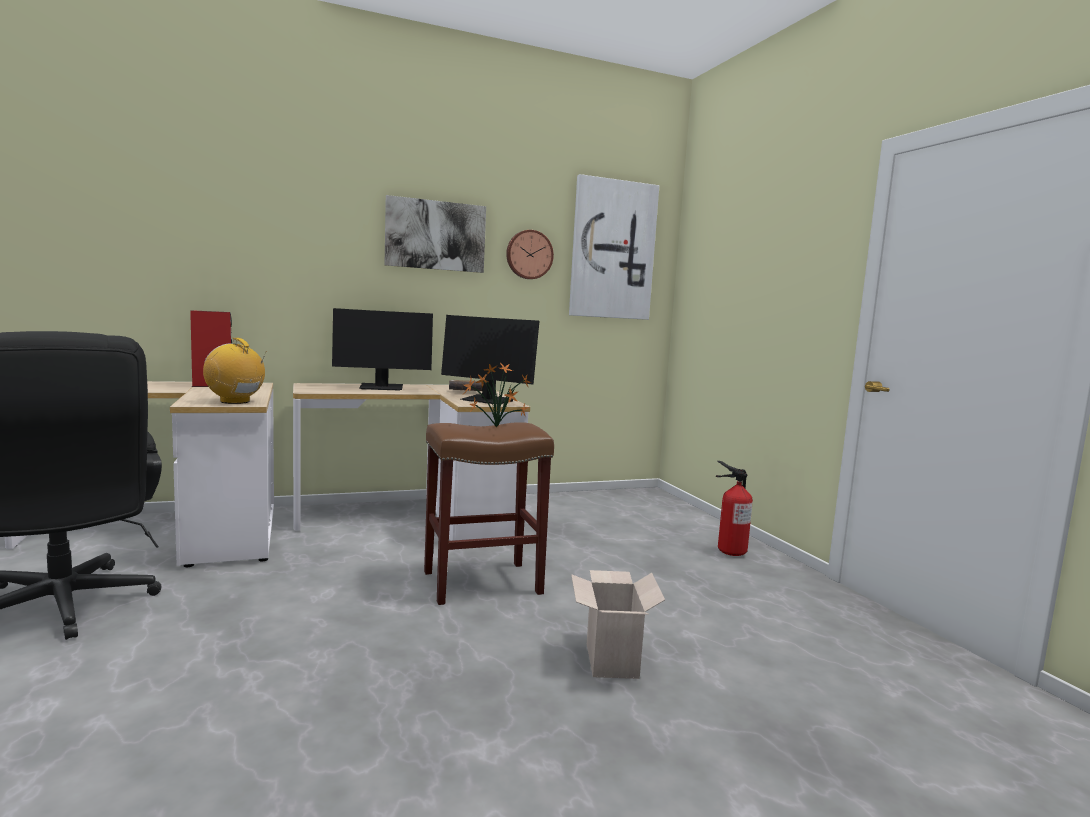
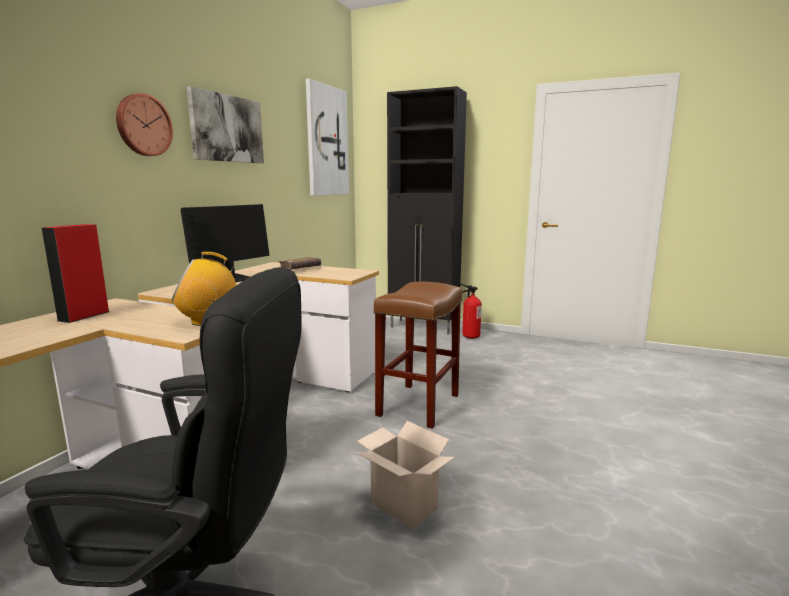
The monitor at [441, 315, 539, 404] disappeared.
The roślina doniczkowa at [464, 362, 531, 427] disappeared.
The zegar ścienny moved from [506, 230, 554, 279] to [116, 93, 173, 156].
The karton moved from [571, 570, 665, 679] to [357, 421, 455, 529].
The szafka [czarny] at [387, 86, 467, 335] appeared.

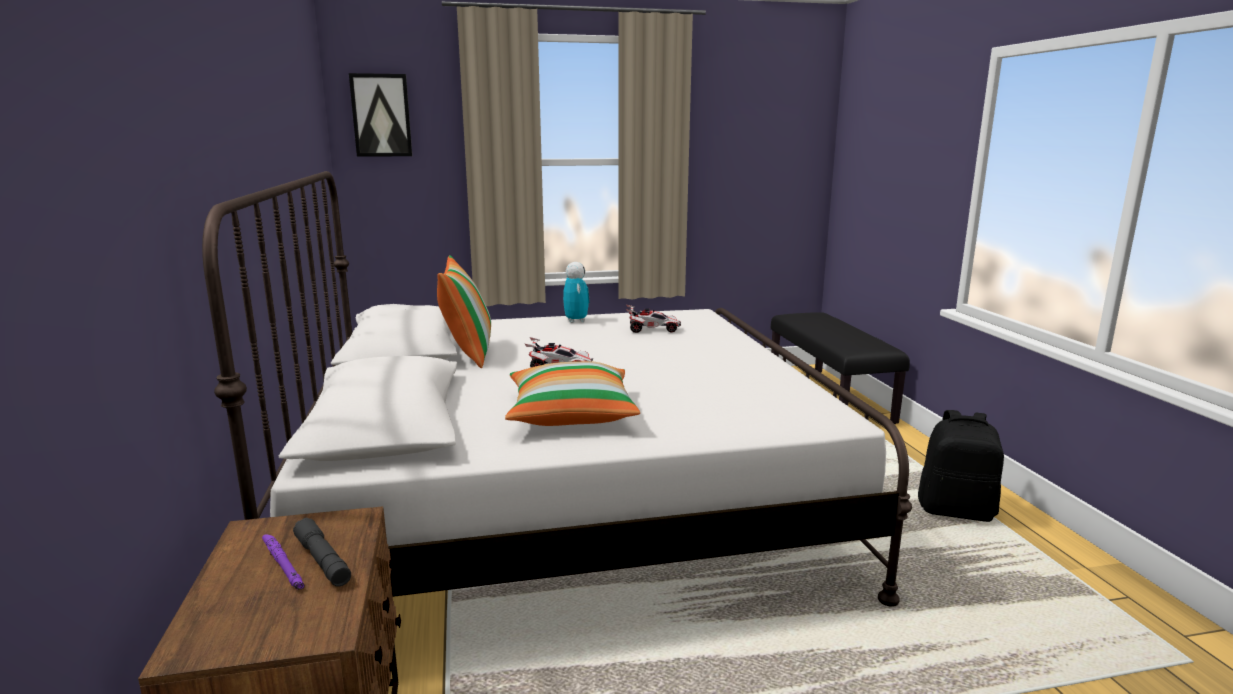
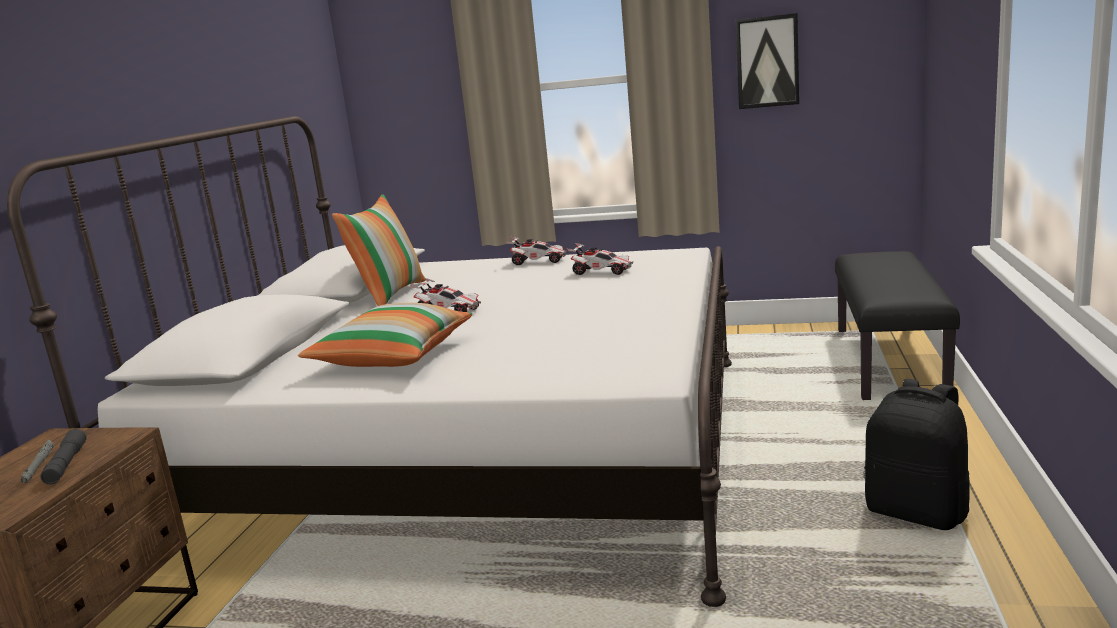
The latarka [fioletowy] at [262, 535, 305, 589] became the latarka [szary] at [21, 440, 54, 483].
The obraz moved from [349, 73, 412, 157] to [736, 13, 799, 109].
The robot zabawkowy at [563, 262, 590, 323] was replaced by the samochodzik at [506, 237, 567, 265].

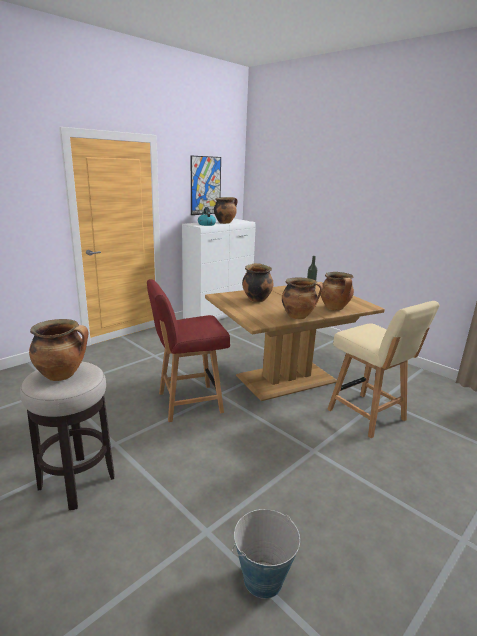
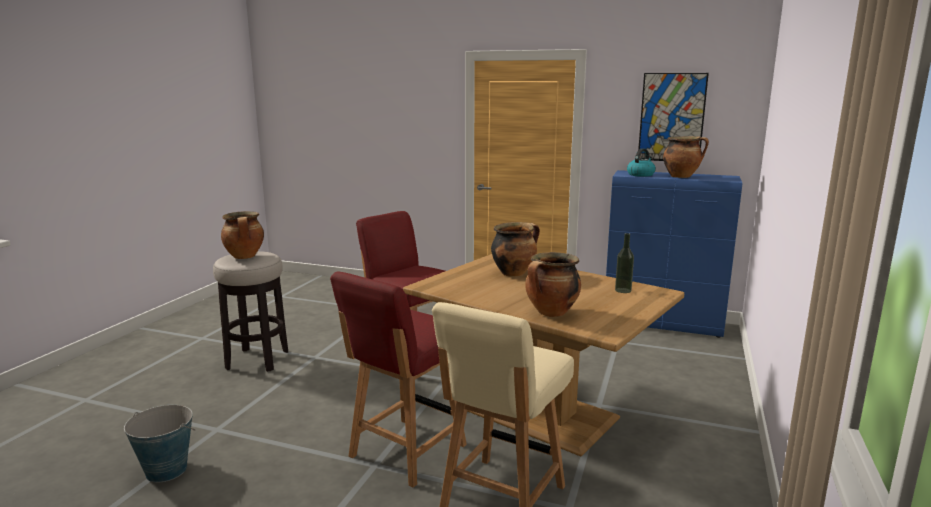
The szafka [biały] at [182, 219, 256, 320] became the szafka [niebieski] at [606, 170, 742, 338].
The garnek at [282, 278, 323, 319] disappeared.
The krzesło [czerwony] at [330, 272, 467, 487] appeared.

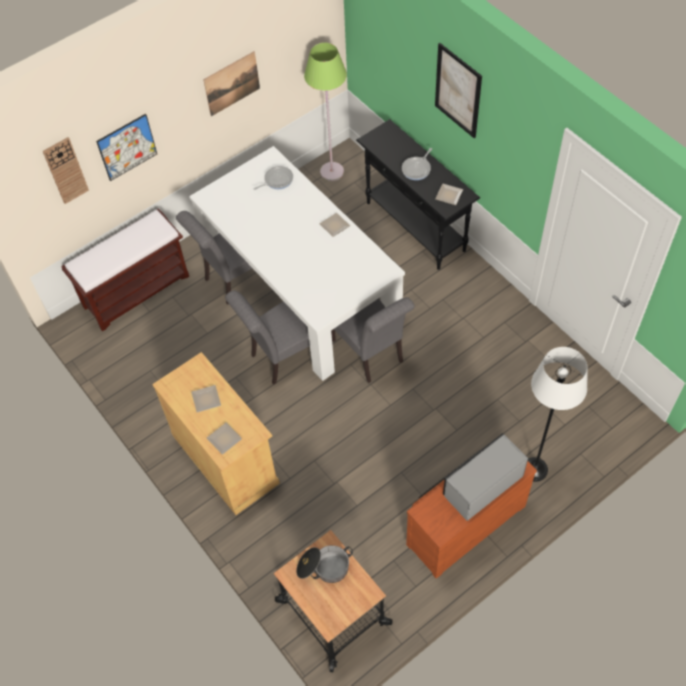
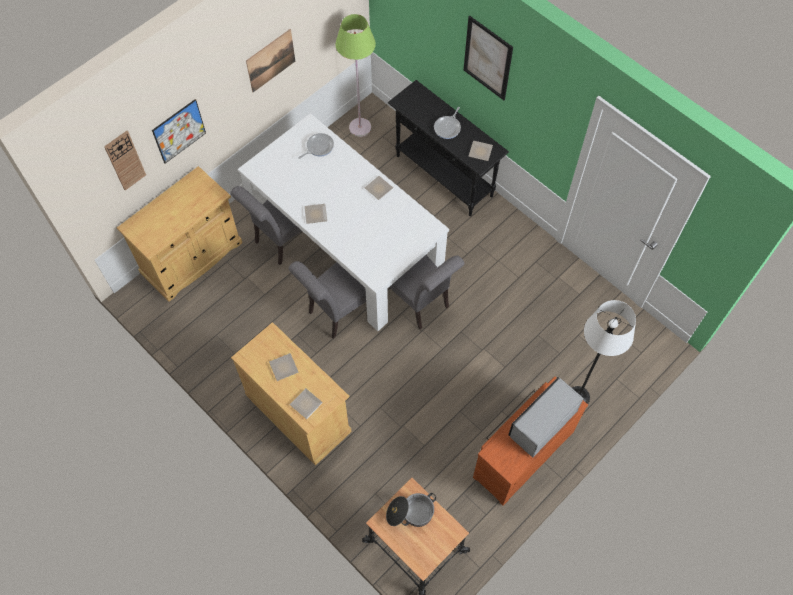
The ławka [brązowy] at [61, 208, 189, 331] was replaced by the szafka [beżowy] at [117, 166, 242, 302].
The talerz at [304, 204, 327, 224] appeared.

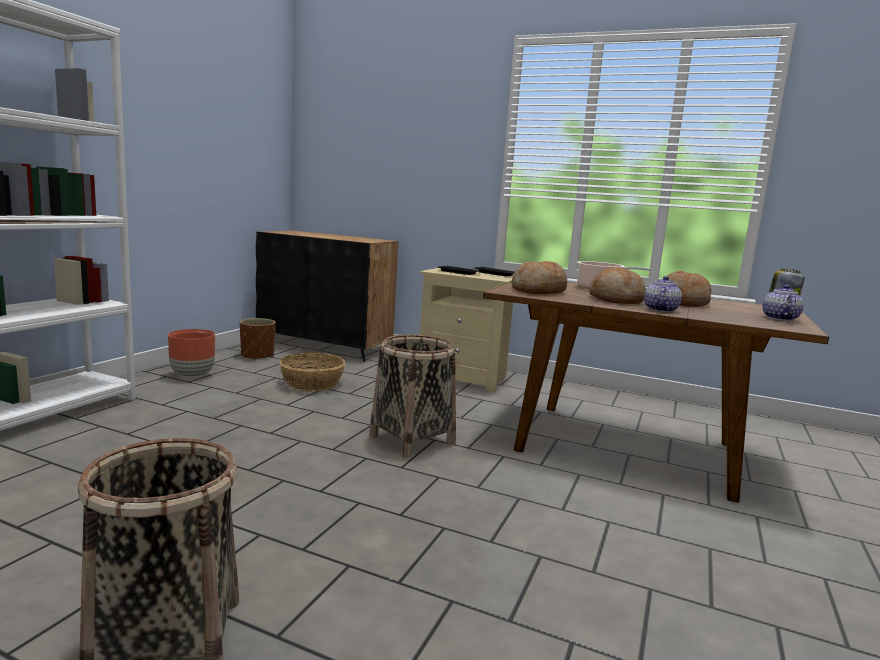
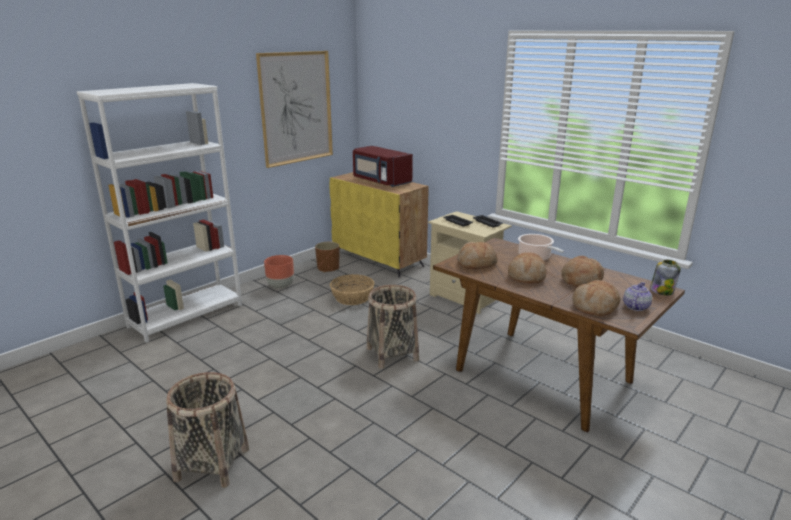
The szafka [czarny] at [256, 230, 398, 362] became the szafka [żółty] at [329, 172, 429, 278].
The imbryk at [644, 276, 682, 312] disappeared.
The obraz at [256, 51, 333, 168] appeared.
The mikrofalówka [czerwony] at [353, 146, 413, 187] appeared.
The chleb at [572, 280, 620, 316] appeared.

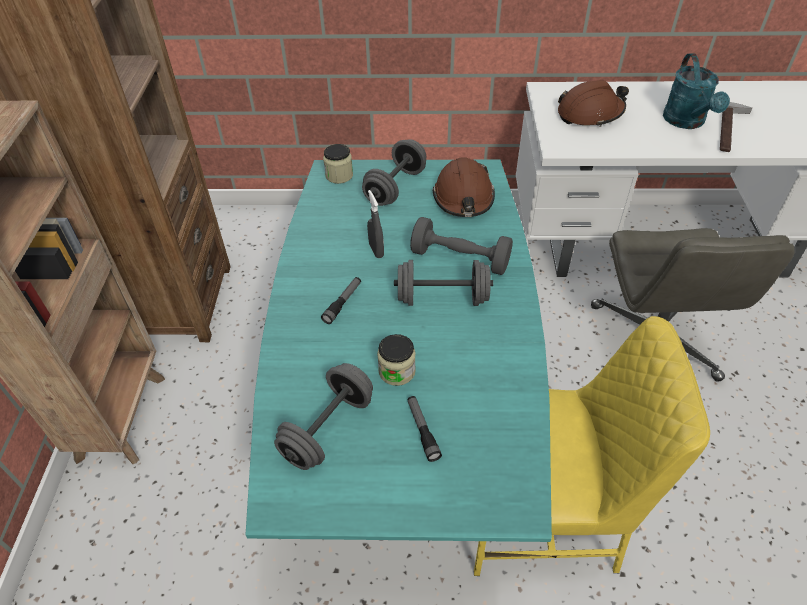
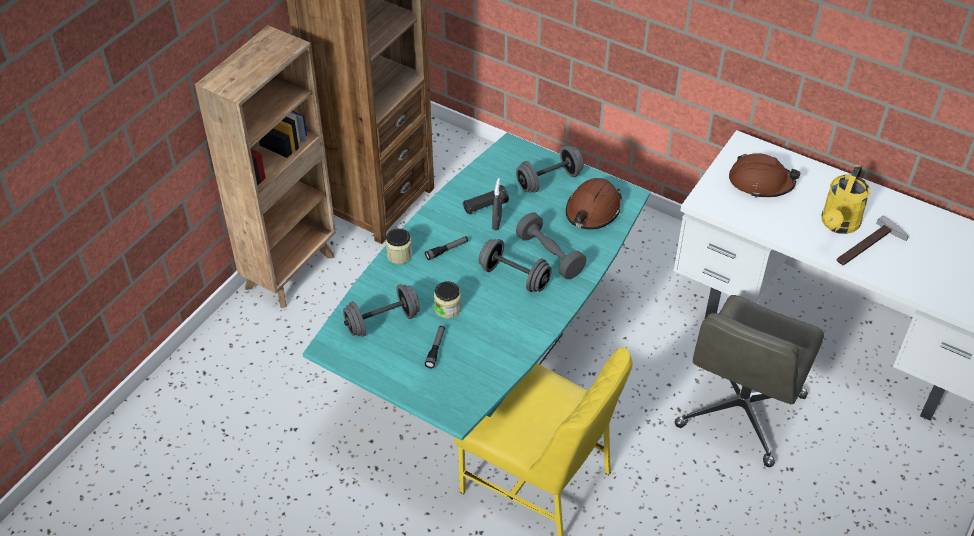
The słoik moved from [323, 144, 353, 184] to [386, 228, 412, 264].
The konewka [turkusowy] at [663, 53, 730, 129] became the konewka [żółty] at [821, 165, 870, 234].
The latarka [czarny] at [463, 185, 509, 214] appeared.

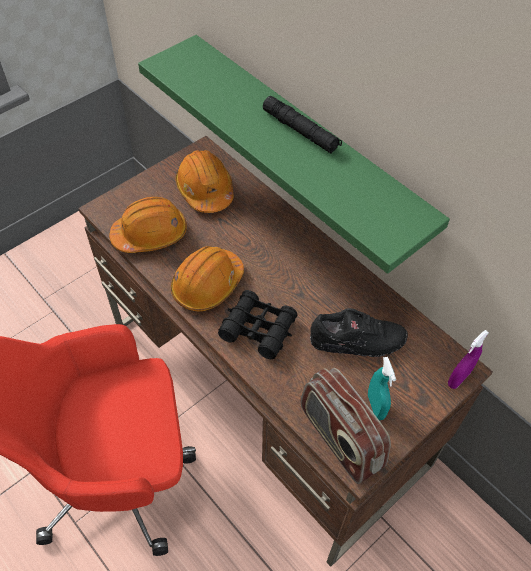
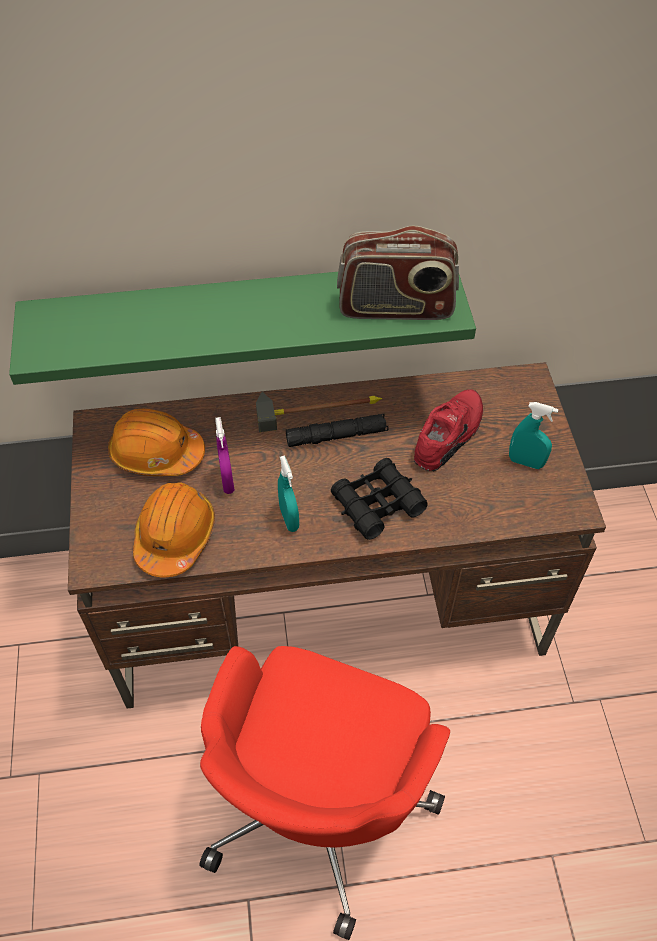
The kask [pomarańczowy] at [171, 246, 244, 311] was replaced by the spryskiwacz [turkusowy] at [278, 455, 299, 532].
The latarka [czarny] moved from [263, 96, 342, 153] to [286, 414, 388, 447].
The radio moved from [300, 368, 391, 484] to [337, 225, 459, 320].
The but [czarny] at [310, 308, 408, 357] became the but [czerwony] at [414, 389, 483, 471].
The spryskiwacz [fioletowy] moved from [448, 330, 489, 389] to [215, 417, 235, 494].
The młotek at [256, 392, 383, 432] appeared.

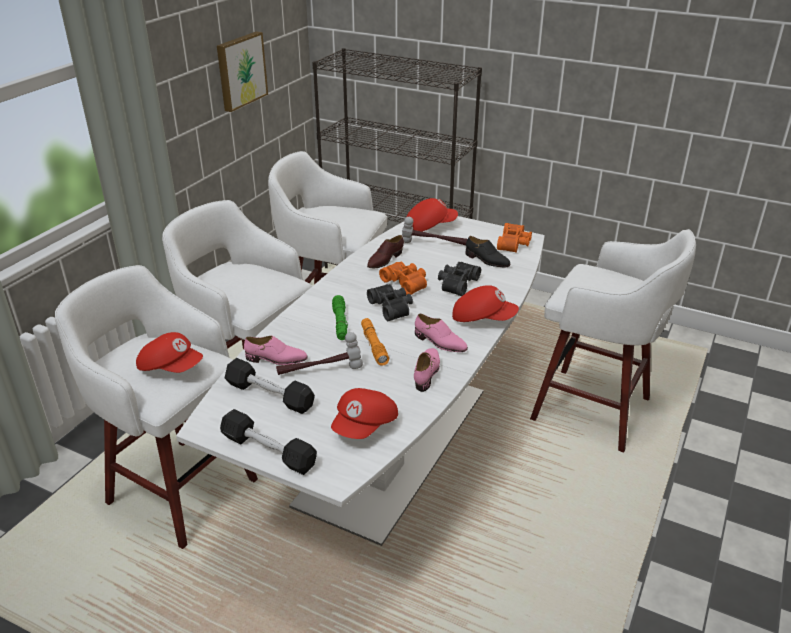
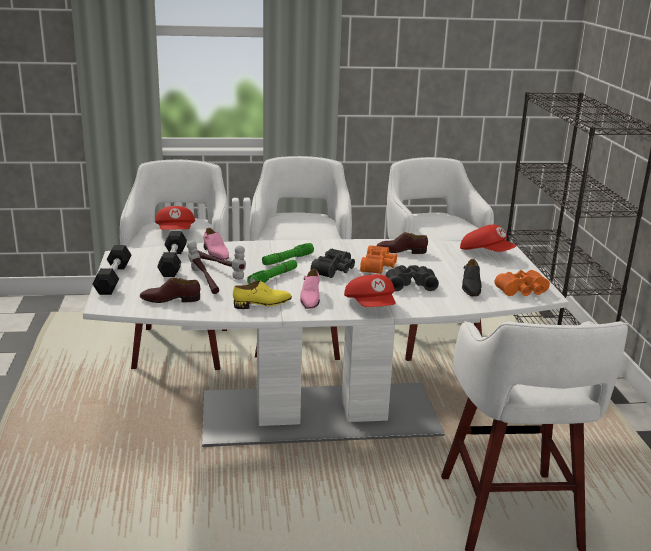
The obraz at [217, 31, 268, 112] disappeared.
The czapka z daszkiem [czerwony] at [331, 388, 398, 439] was replaced by the but [brązowy] at [140, 278, 201, 303].
The latarka [pomarańczowy] at [361, 318, 389, 366] became the latarka [zielony] at [247, 260, 297, 284].
The młotek moved from [402, 217, 467, 246] to [187, 240, 219, 294].
The but [różowy] at [414, 348, 440, 392] became the but [żółty] at [233, 280, 292, 309].

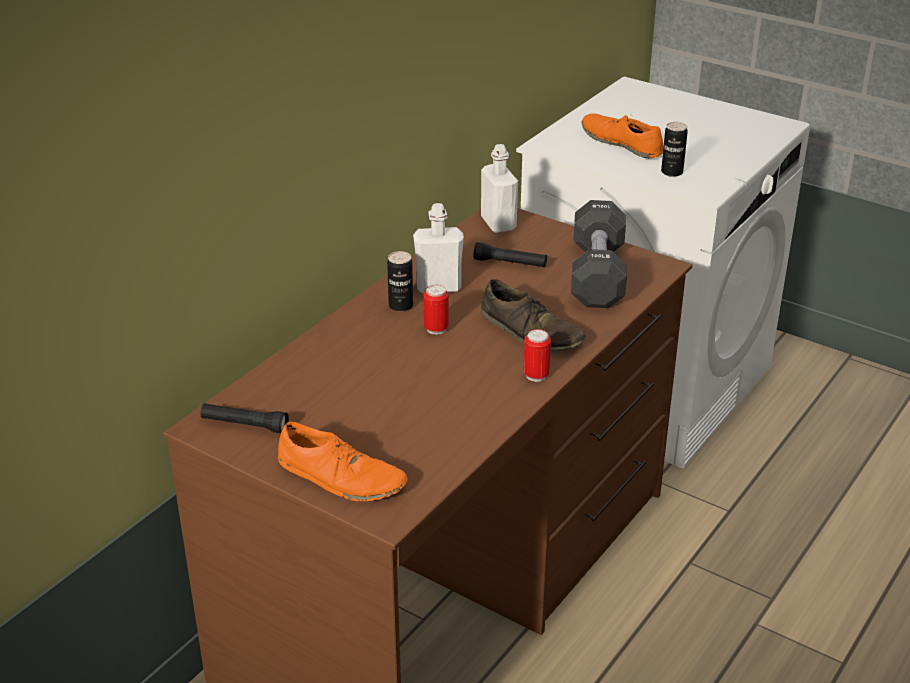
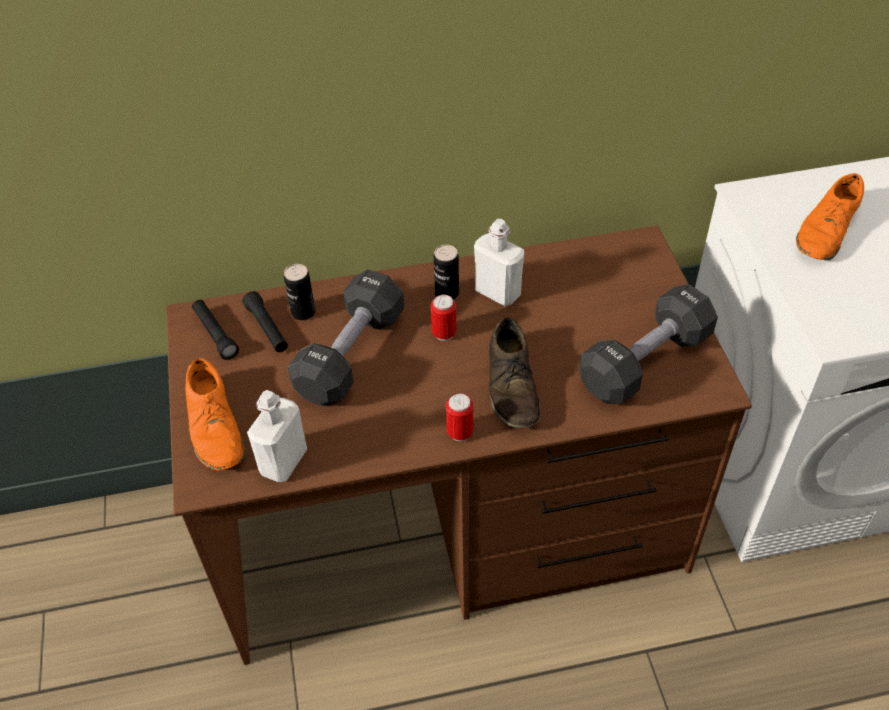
The latarka [czarny] moved from [473, 242, 547, 267] to [242, 291, 288, 352].
The butelka [biały] moved from [481, 144, 518, 233] to [247, 390, 307, 482].
The but [pomarańczowy] at [582, 114, 663, 158] turned 150 degrees counterclockwise.
The puszka moved from [661, 122, 688, 177] to [284, 264, 315, 320].
The hantel [czarny] at [288, 270, 404, 406] appeared.

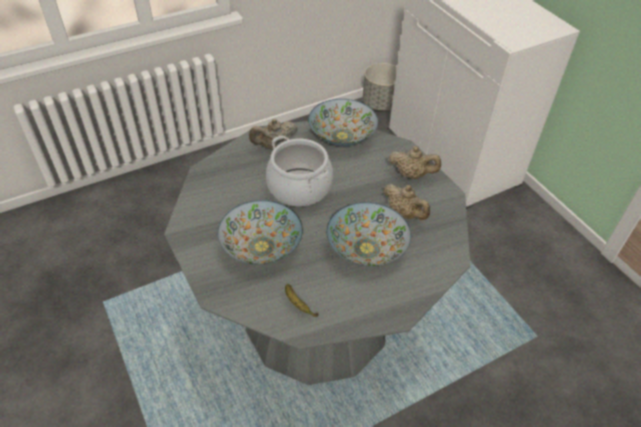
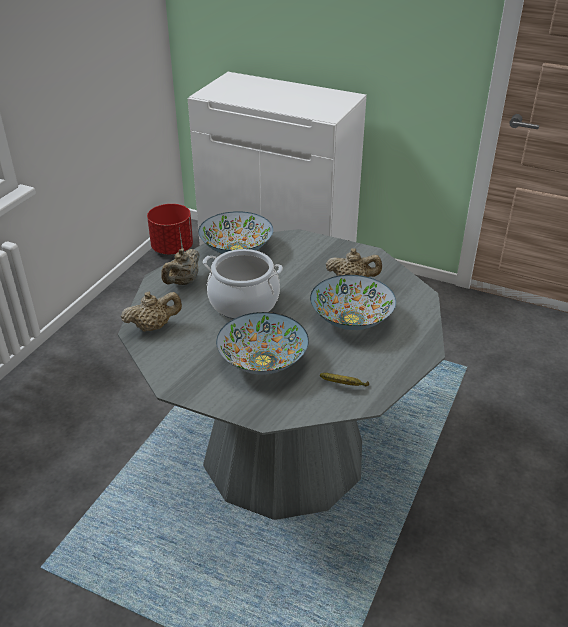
The donica [szary] at [362, 63, 397, 110] became the donica [czerwony] at [147, 204, 193, 255].
The imbryk [beżowy] moved from [389, 146, 441, 179] to [121, 292, 182, 332].

